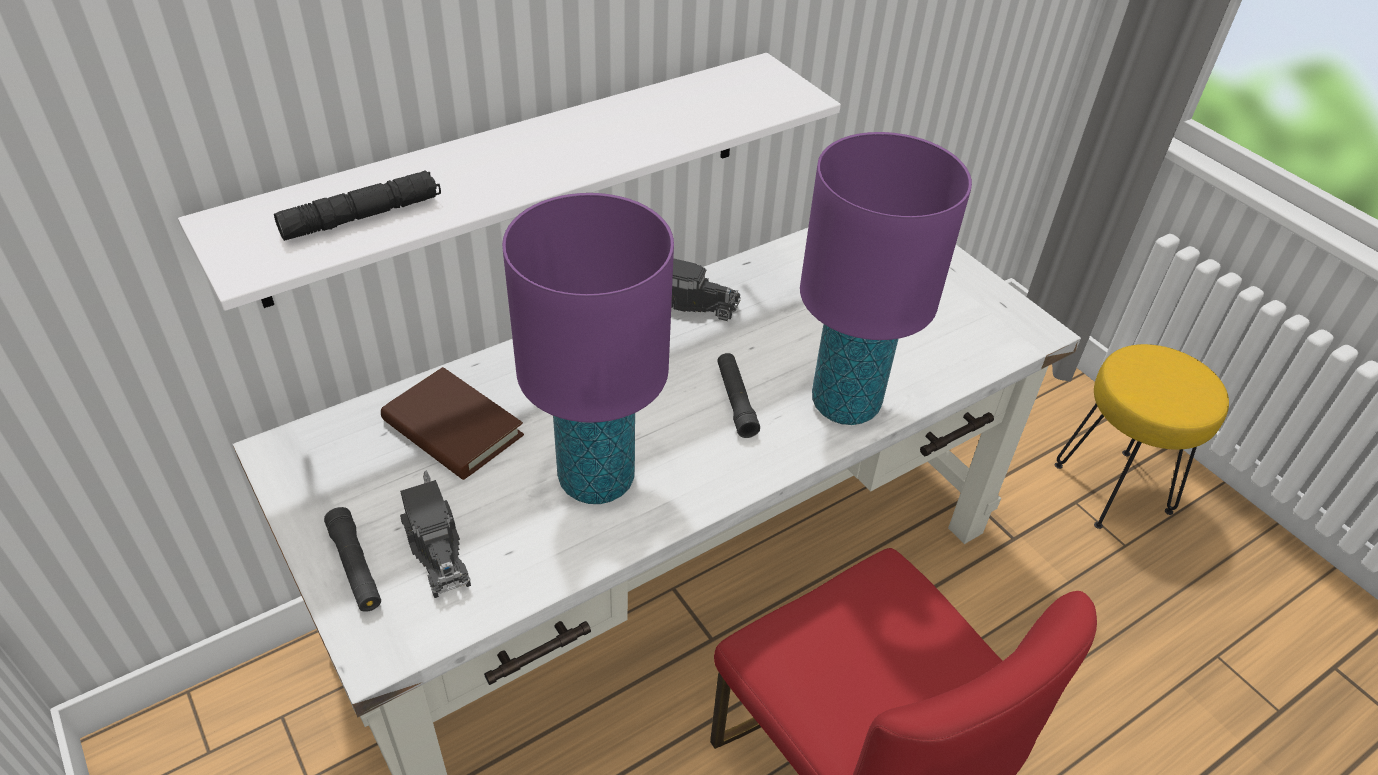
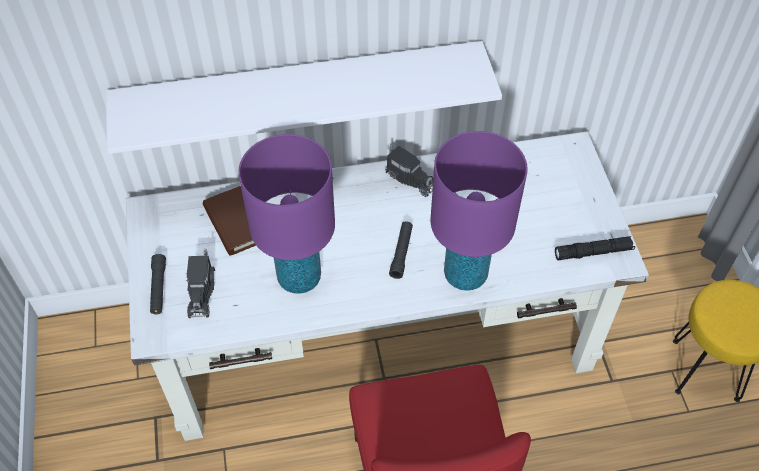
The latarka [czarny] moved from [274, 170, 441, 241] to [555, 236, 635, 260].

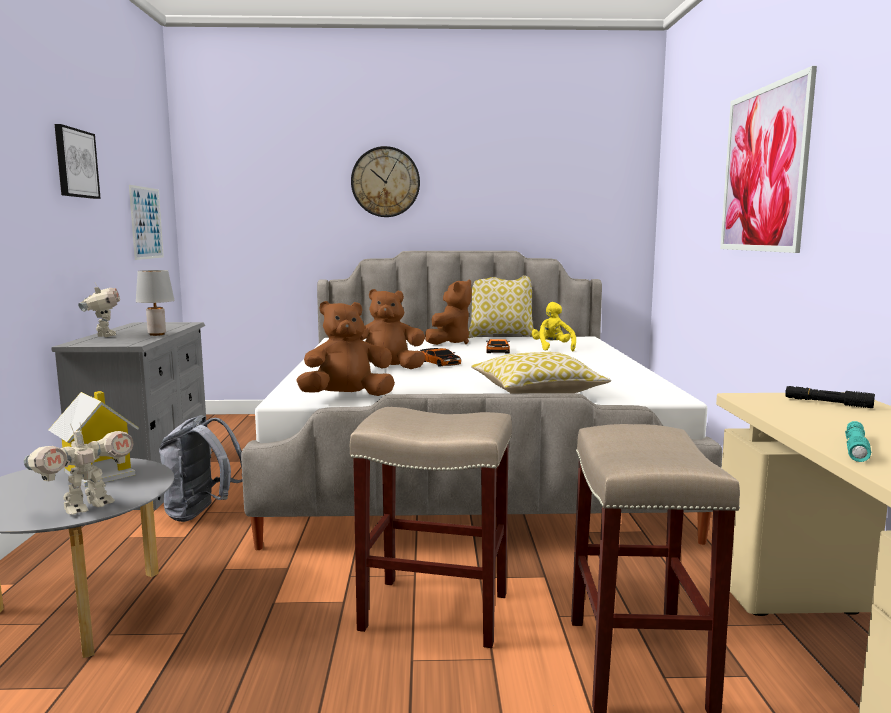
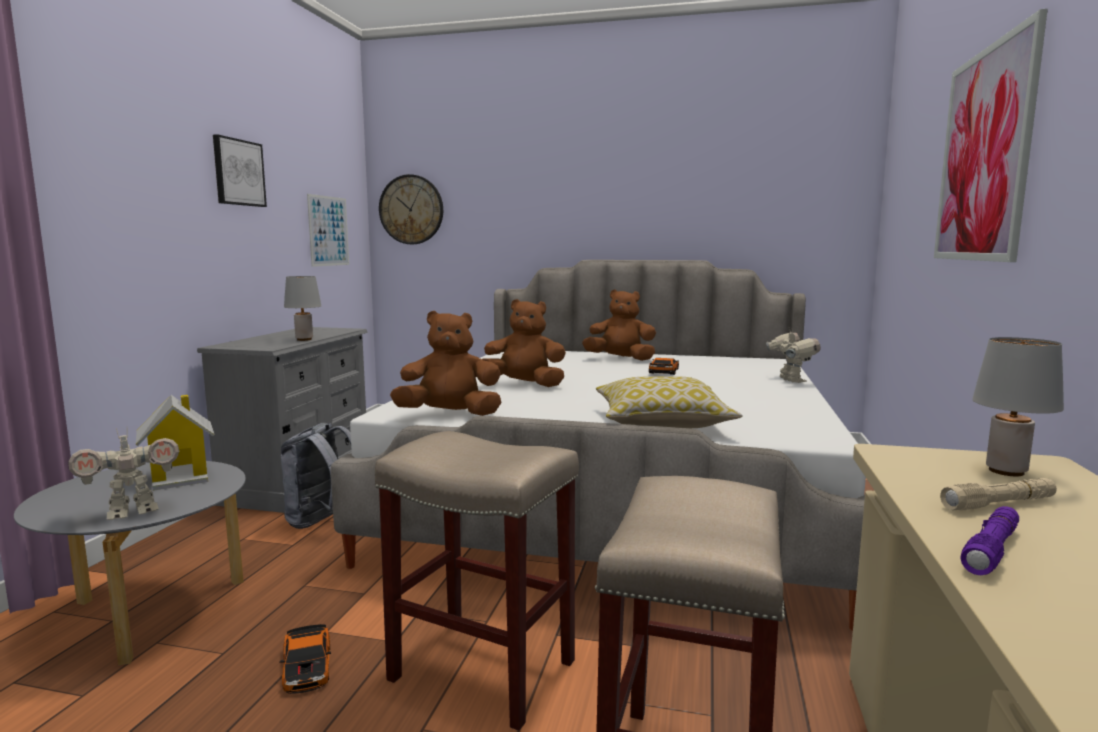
The robot zabawkowy moved from [78, 283, 120, 337] to [766, 329, 821, 383].
The zegar ścienny moved from [351, 146, 420, 217] to [379, 174, 443, 244].
The samochodzik moved from [420, 348, 461, 367] to [279, 624, 331, 694].
The pluszak [brązowy] at [425, 279, 472, 345] turned 120 degrees counterclockwise.
The poduszka at [468, 275, 534, 338] disappeared.
The pluszak [żółty] at [532, 302, 576, 351] disappeared.
The latarka [czarny] at [785, 386, 875, 408] was replaced by the lampa stołowa [szary] at [972, 337, 1064, 476].
The latarka [turkusowy] at [845, 421, 872, 462] became the latarka [fioletowy] at [960, 506, 1019, 575].
The latarka [beżowy] at [940, 478, 1057, 511] appeared.

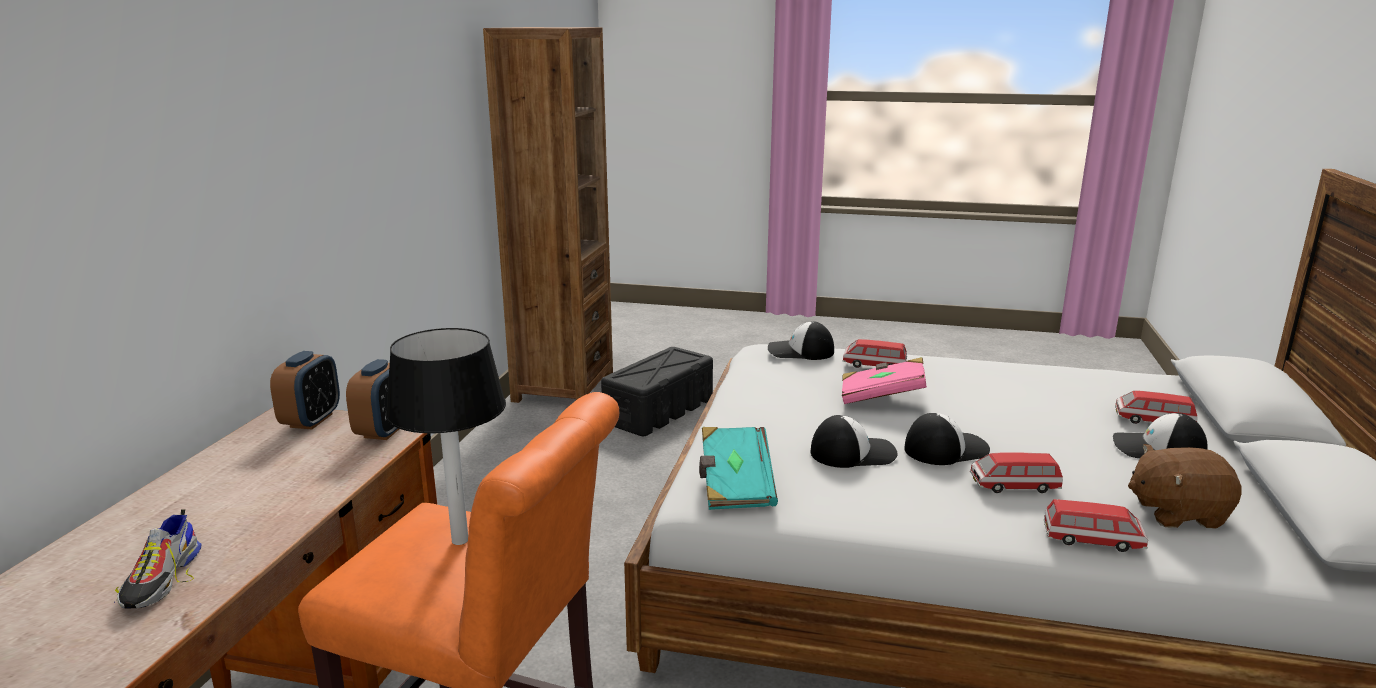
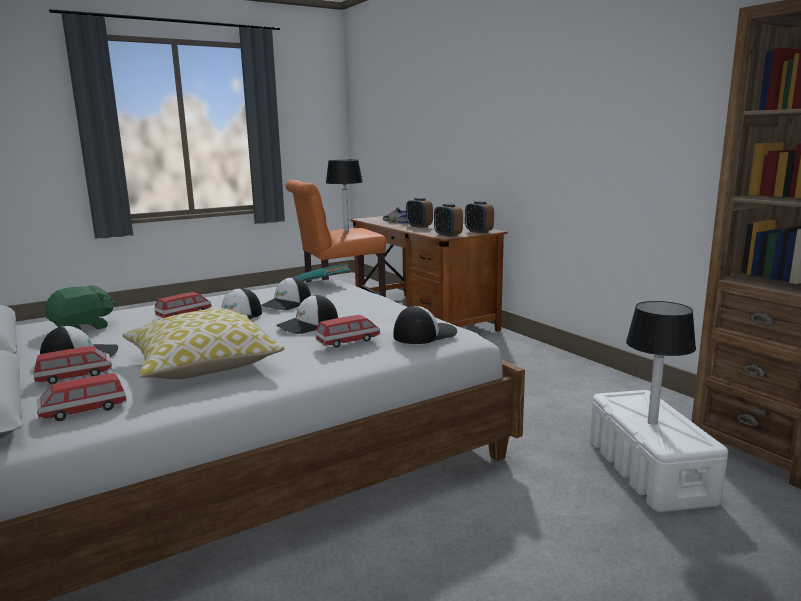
The pojemnik do przechowywania [czarny] at [601, 347, 713, 436] became the pojemnik do przechowywania [biały] at [590, 390, 728, 512].
The książka [różowy] at [842, 357, 927, 404] was replaced by the czapka z daszkiem at [276, 295, 338, 334].
The samochodzik moved from [1044, 499, 1148, 552] to [37, 373, 127, 421].
The pluszak [brązowy] at [1128, 444, 1242, 529] became the pluszak [zielony] at [45, 285, 115, 330].
The poduszka at [122, 308, 285, 379] appeared.
The budzik at [406, 198, 433, 228] appeared.
The lampa stołowa at [626, 301, 696, 425] appeared.

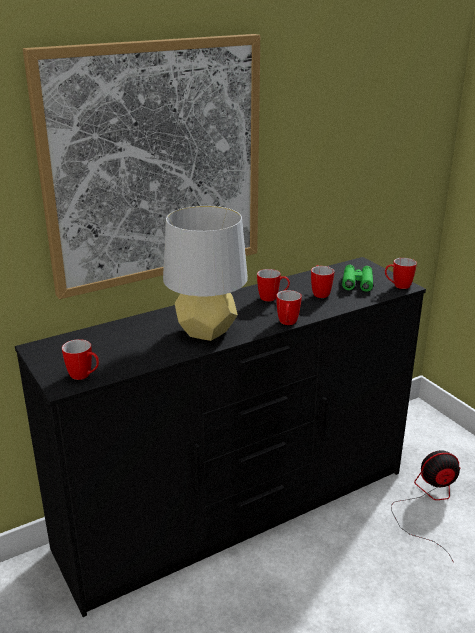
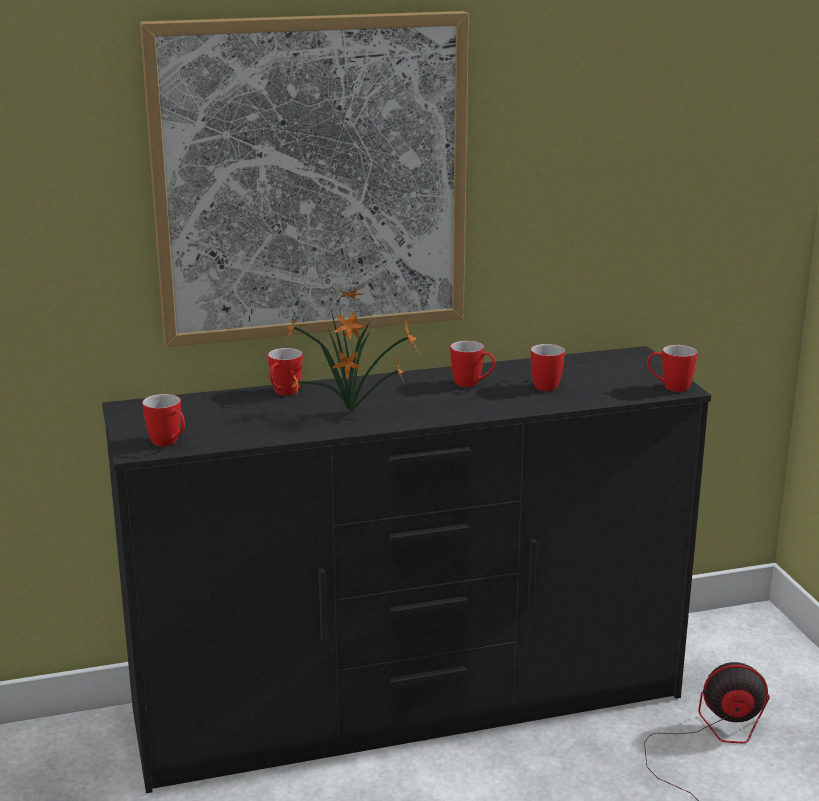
The lampa stołowa [szary] at [163, 206, 248, 341] was replaced by the roślina doniczkowa at [284, 288, 420, 412].
The kubek moved from [276, 290, 302, 325] to [268, 348, 303, 395].
The lornetka [zielony] at [342, 265, 373, 292] disappeared.

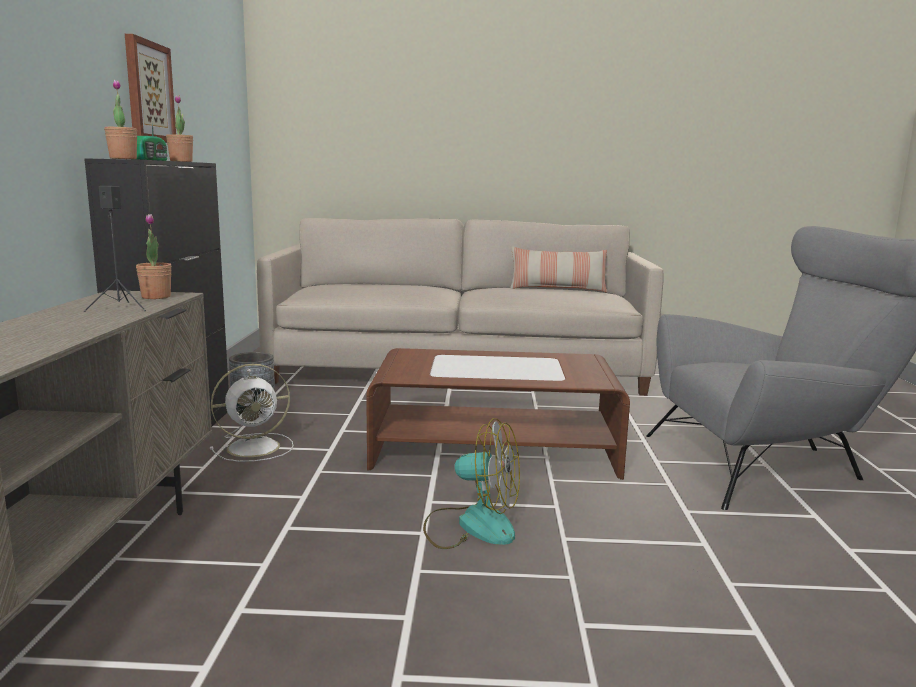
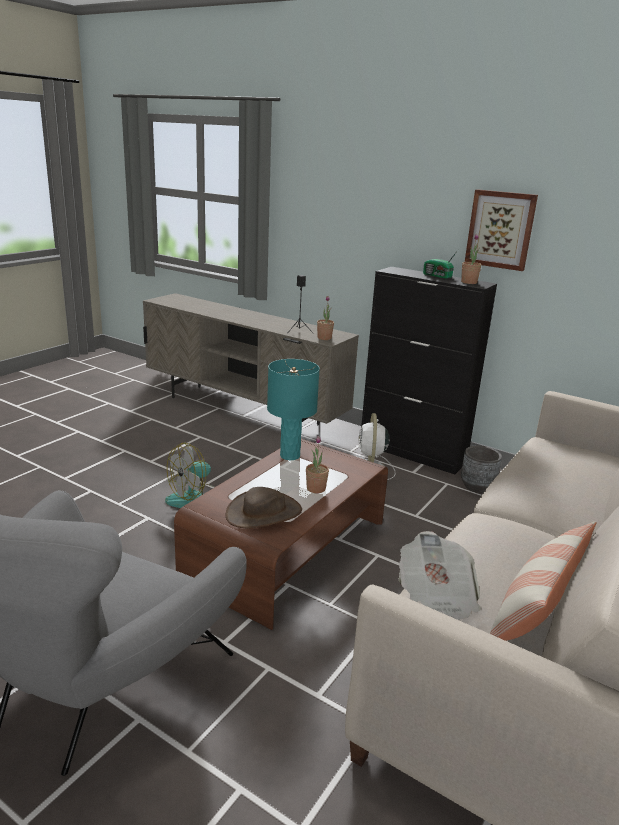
The roślina doniczkowa moved from [104, 80, 137, 159] to [306, 436, 329, 493].
The kapelusz [brązowy] at [226, 487, 302, 528] appeared.
The lampa stołowa [turkusowy] at [267, 359, 320, 460] appeared.
The gazeta at [398, 531, 481, 620] appeared.

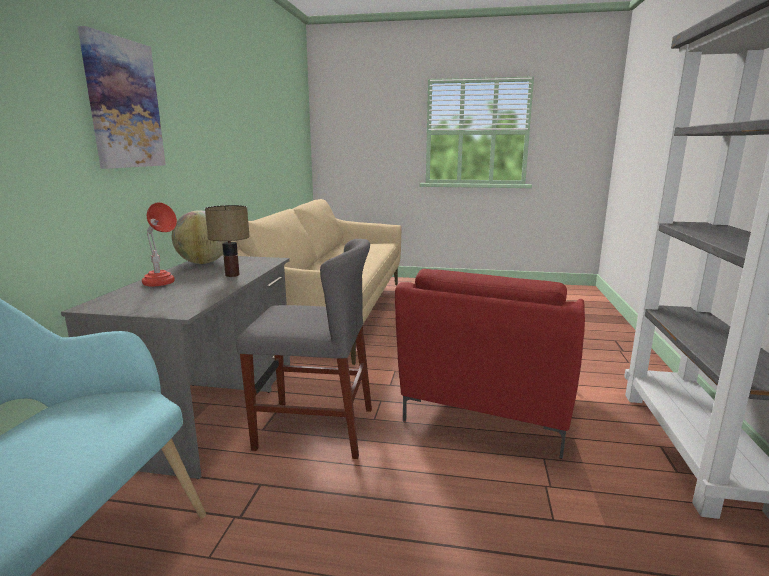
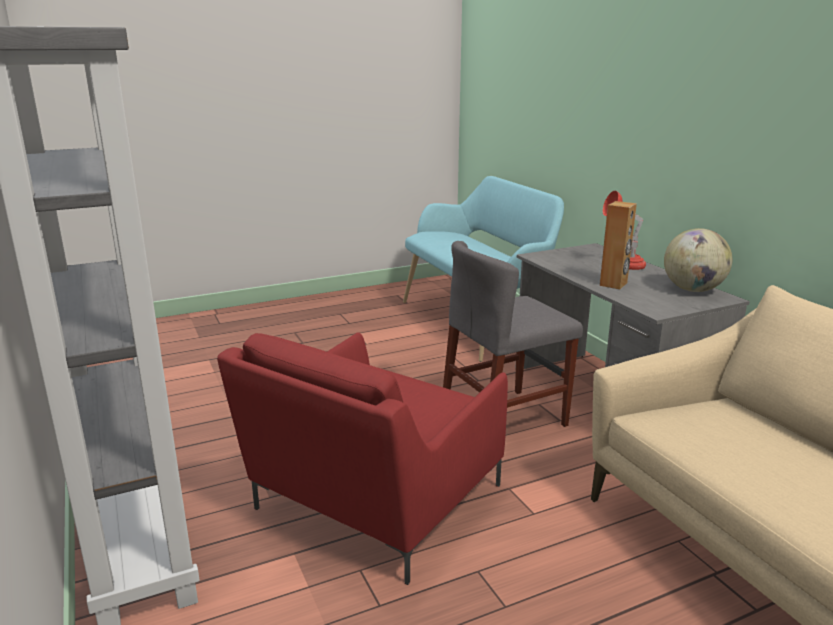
The obraz at [78, 26, 166, 169] disappeared.
The lampa stołowa at [205, 205, 250, 277] was replaced by the głośnik [brązowy] at [600, 201, 637, 289].
The fotel [czerwony] at [395, 269, 585, 459] turned 135 degrees counterclockwise.

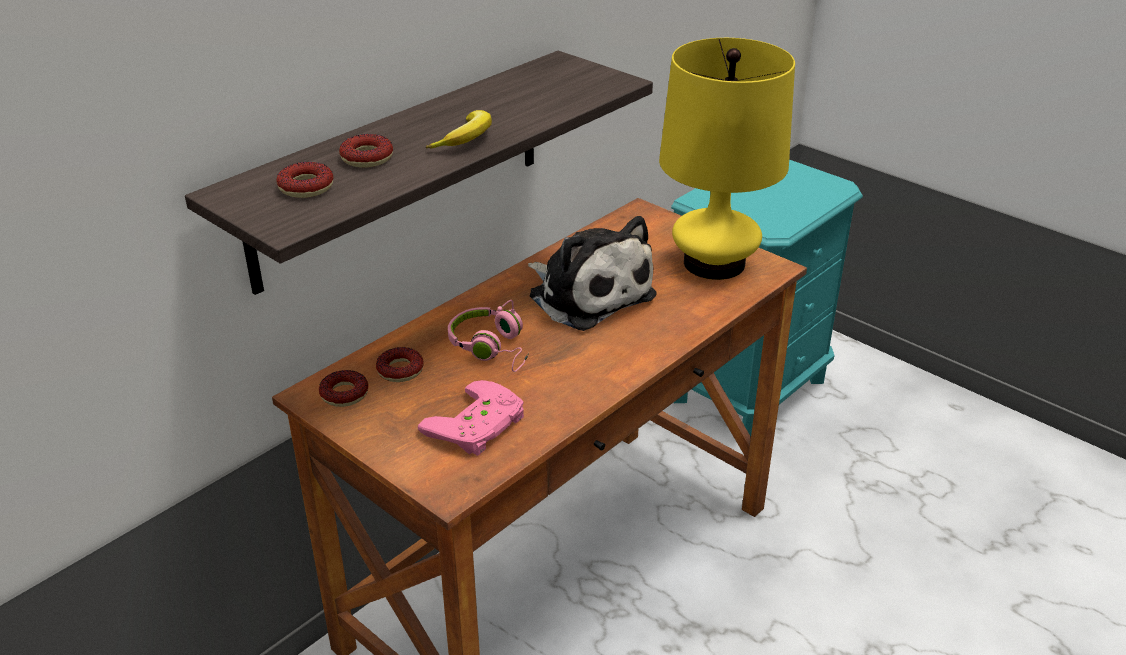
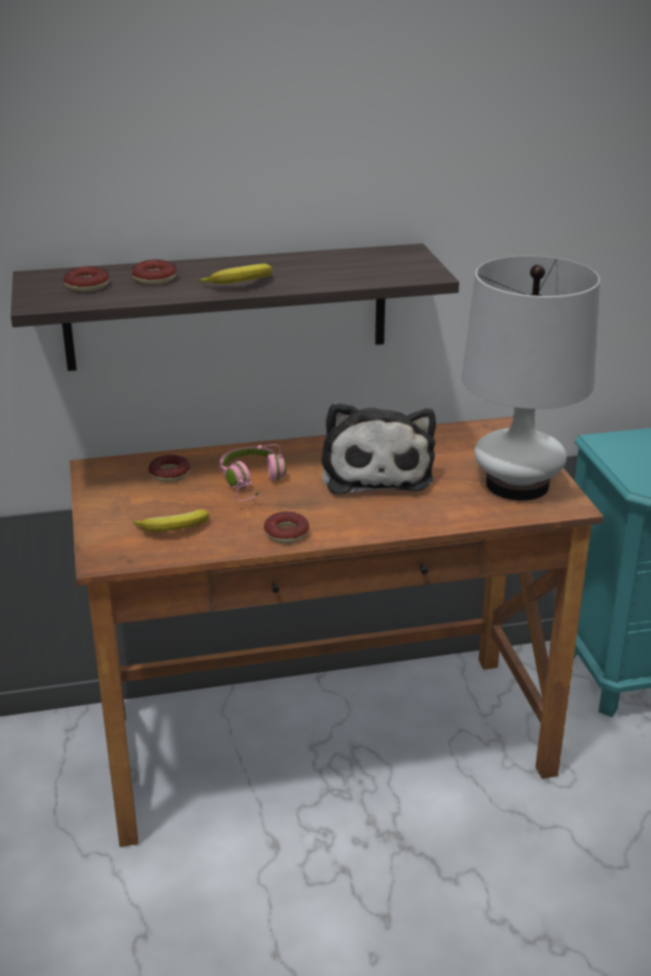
The donut moved from [319, 370, 368, 407] to [264, 512, 309, 543].
The pad do gier [różowy] at [418, 380, 524, 456] was replaced by the banan at [133, 509, 209, 532].
The lampa stołowa [żółty] at [659, 38, 795, 280] became the lampa stołowa [biały] at [462, 256, 600, 501].

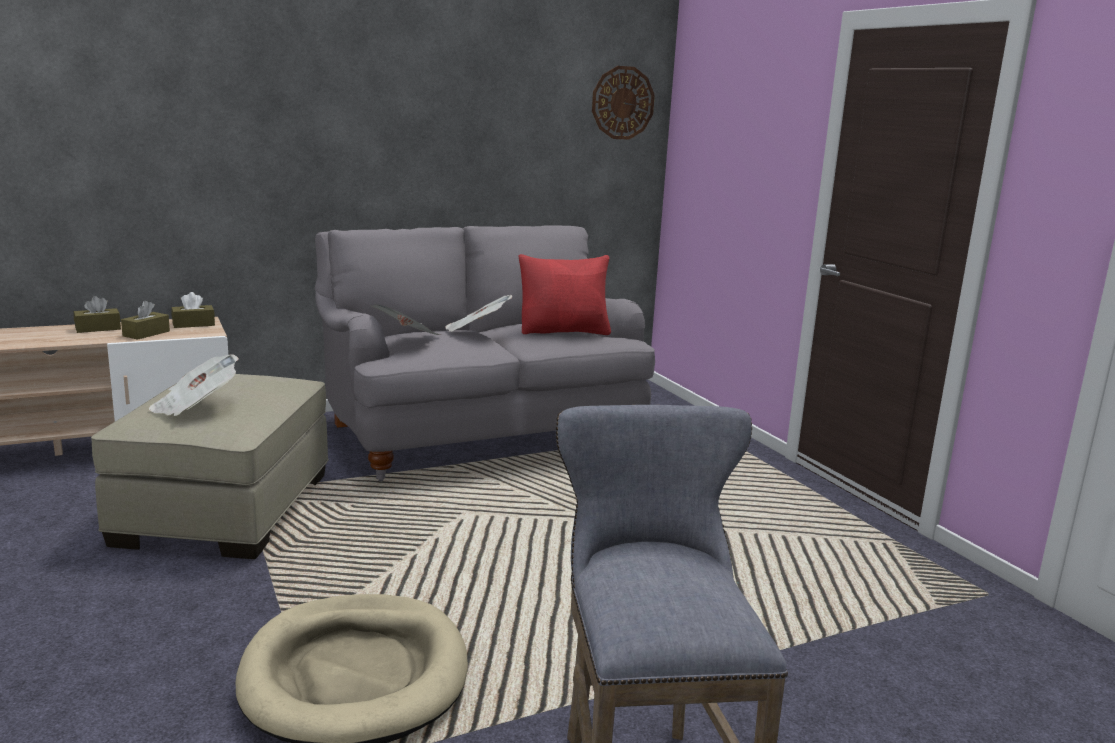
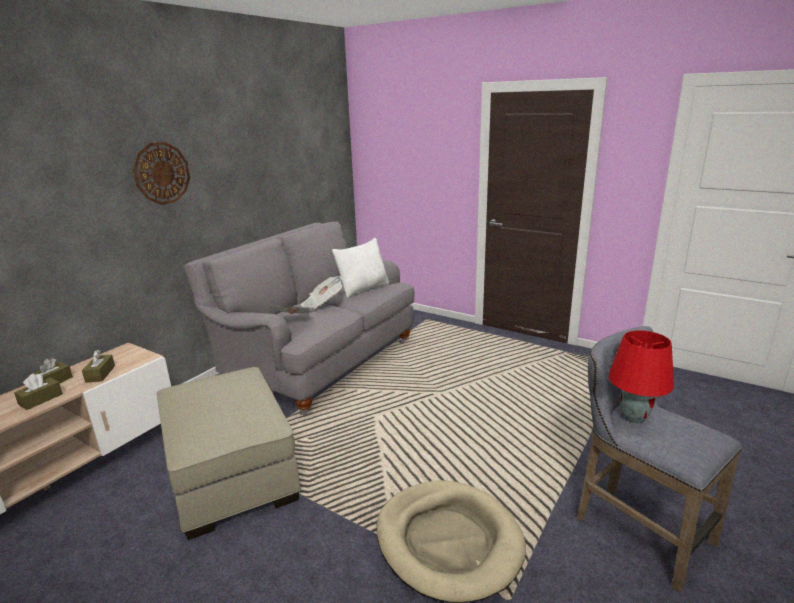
The gazeta at [149, 354, 239, 416] disappeared.
The pudełko chusteczek [brązowy] moved from [171, 292, 215, 328] to [14, 374, 63, 410].
The poduszka [czerwony] at [519, 254, 611, 335] became the poduszka [biały] at [332, 238, 389, 297].
The zegar ścienny moved from [592, 66, 655, 140] to [133, 142, 190, 205].
The lampa stołowa [czerwony] at [609, 330, 674, 423] appeared.

